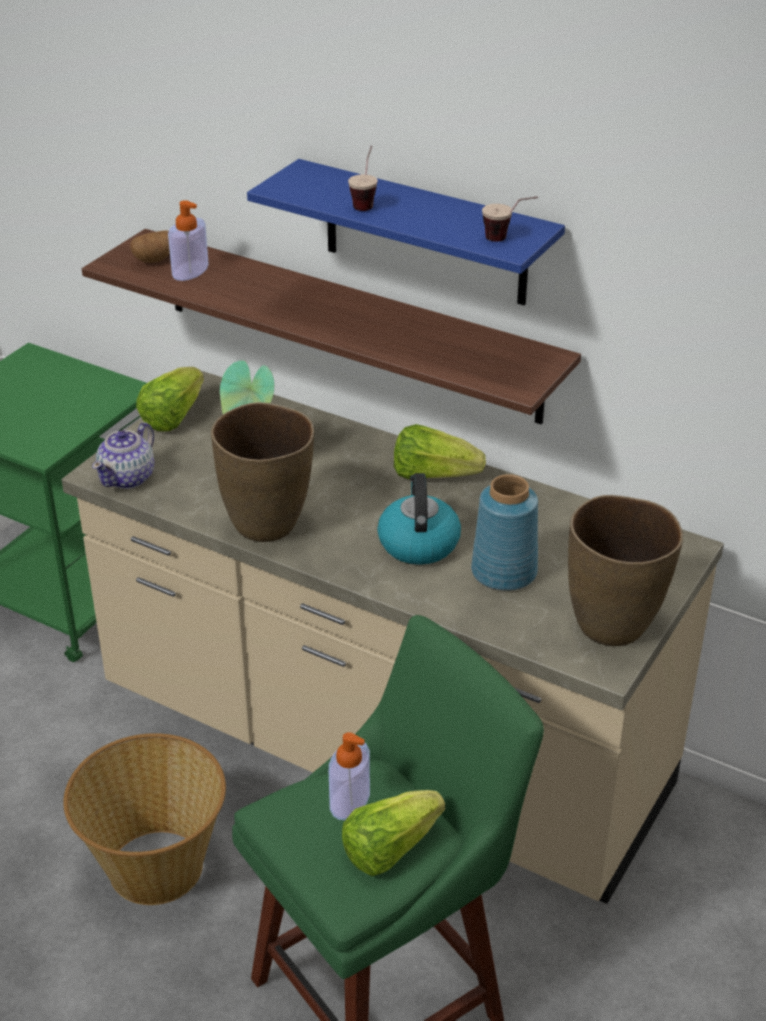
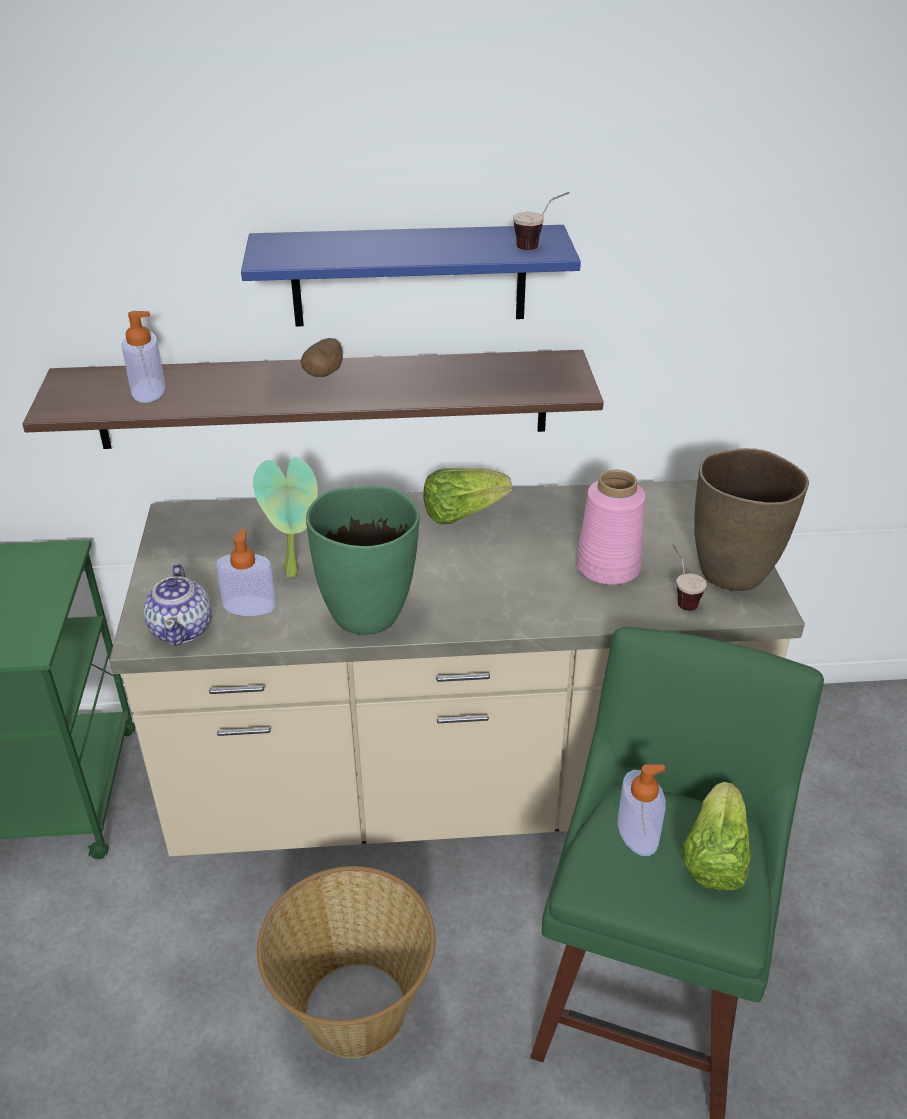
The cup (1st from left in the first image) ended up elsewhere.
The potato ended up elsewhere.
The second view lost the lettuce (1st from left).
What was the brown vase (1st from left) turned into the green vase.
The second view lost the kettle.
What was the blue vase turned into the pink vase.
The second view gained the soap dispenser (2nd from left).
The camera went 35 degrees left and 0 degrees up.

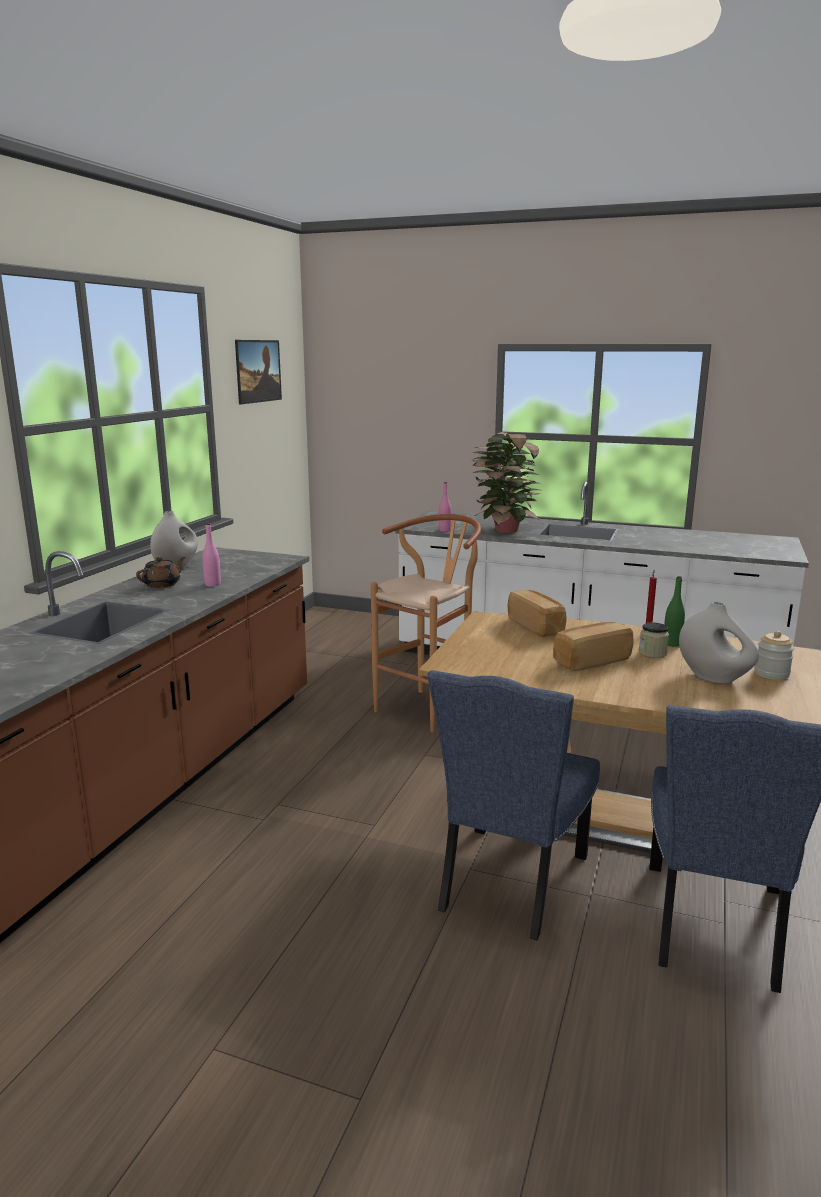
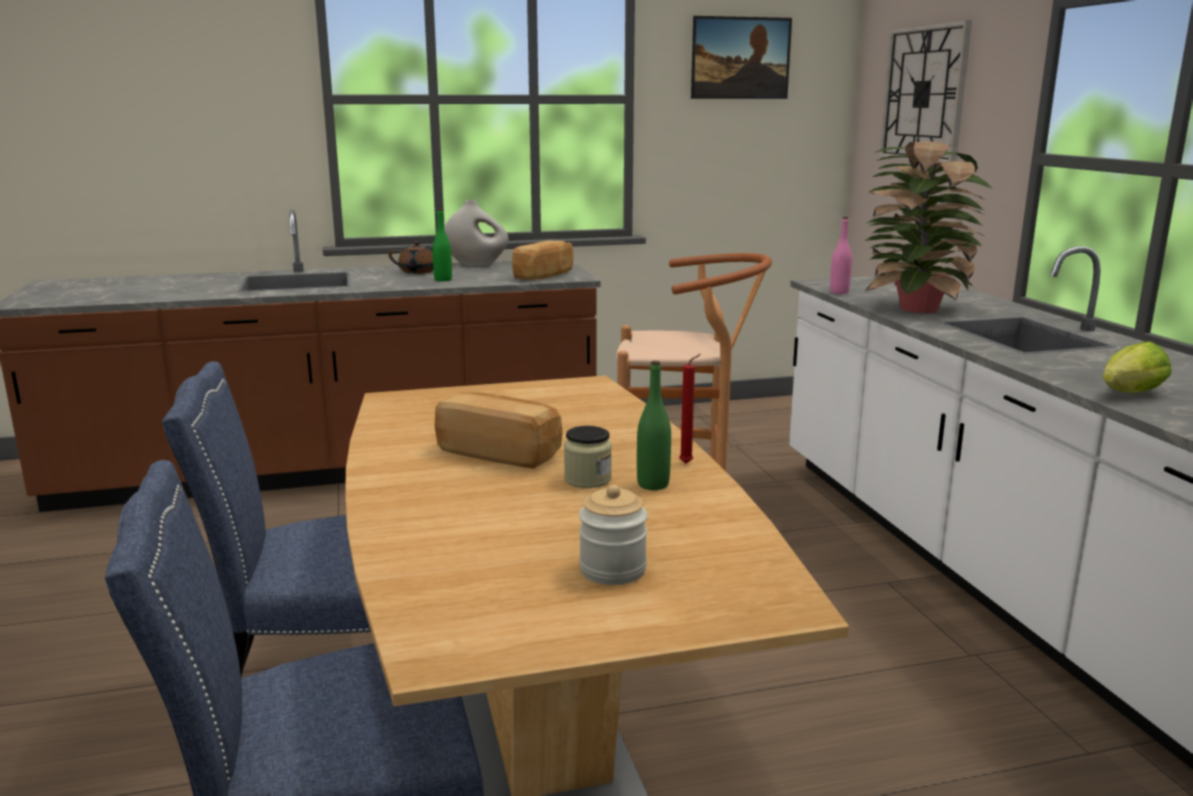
What was the pink bottle (1st from left) turned into the green bottle (1st from left).
The bread (1st from left in the first image) ended up elsewhere.
The second view lost the white vase (2nd from left).
The second view gained the wall clock.
The second view gained the lettuce.
The camera went 55 degrees right and 0 degrees up.

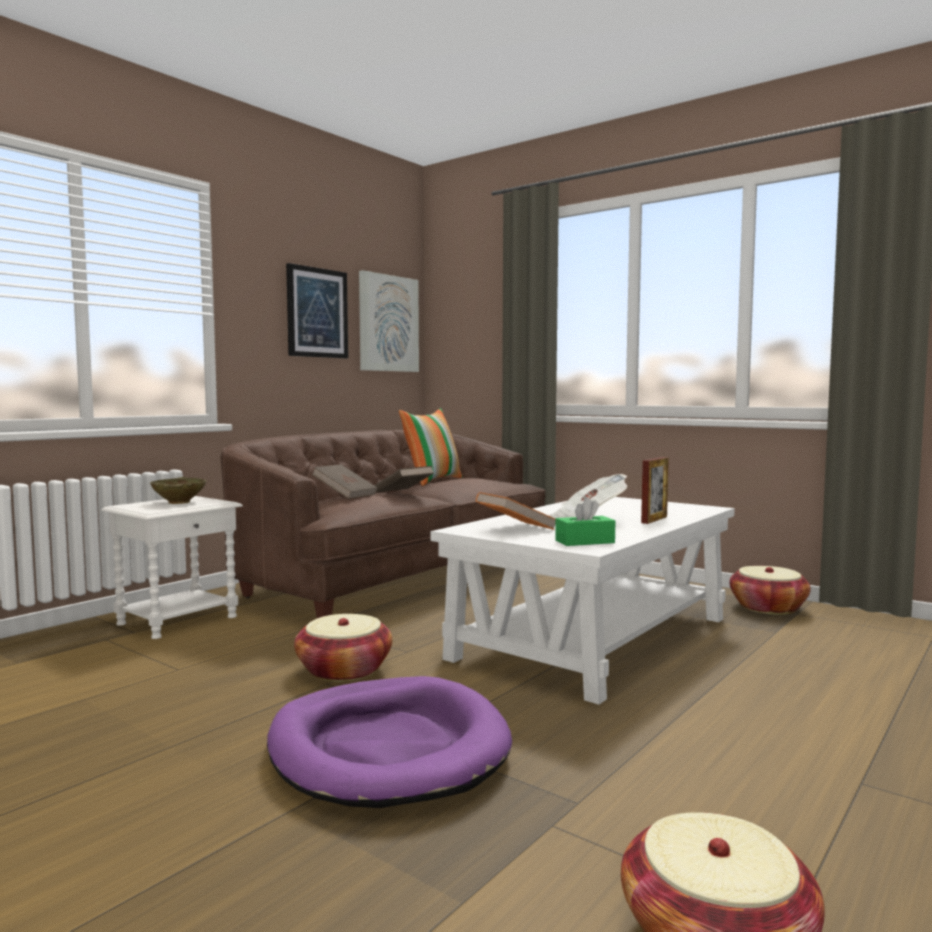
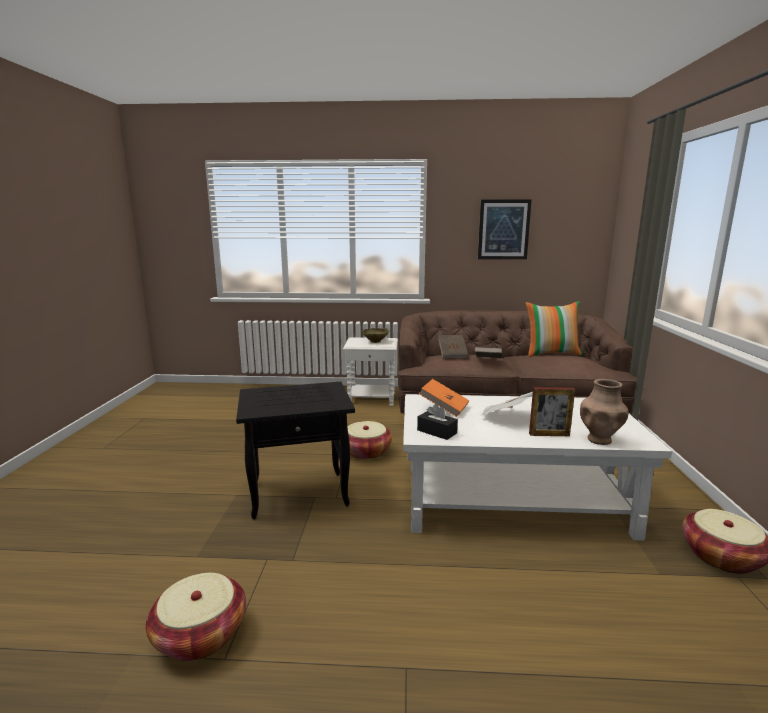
The second view lost the picture (2nd from left).
What was the green tissue box turned into the black tissue box.
Where the purple dog bed stood, the black side table came to stand.
The second view gained the brown vase.
The camera went 55 degrees right and 10 degrees up.

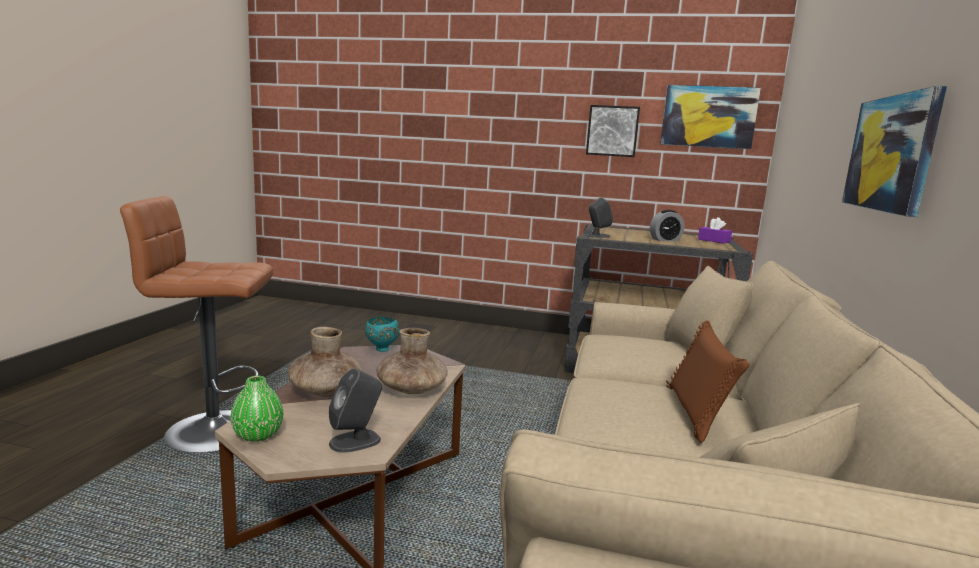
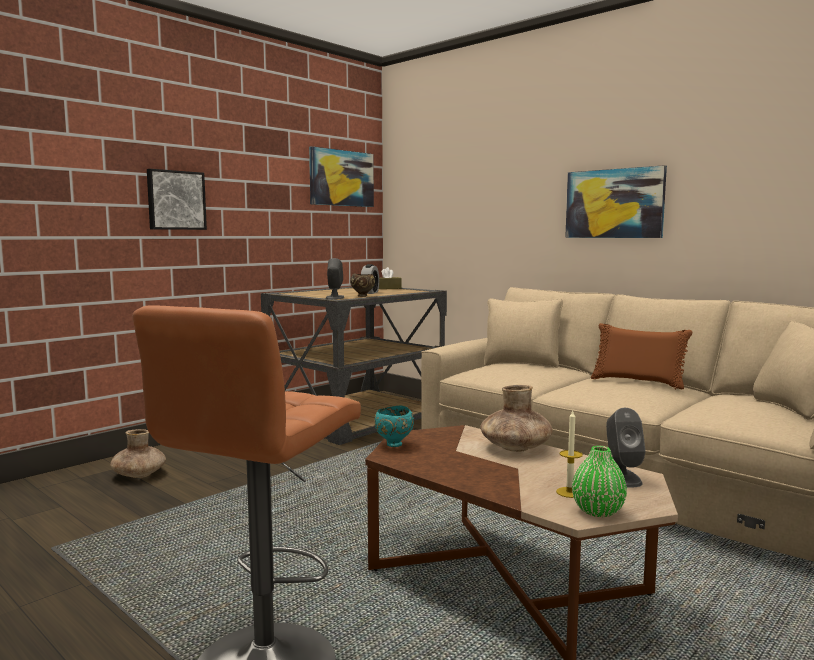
The picture (1st from left) ended up elsewhere.
What was the purple tissue box turned into the brown tissue box.
The brown vase (1st from left) ended up elsewhere.
The second view gained the brown bowl.
The second view gained the candle.
The camera went 60 degrees left and 5 degrees down.

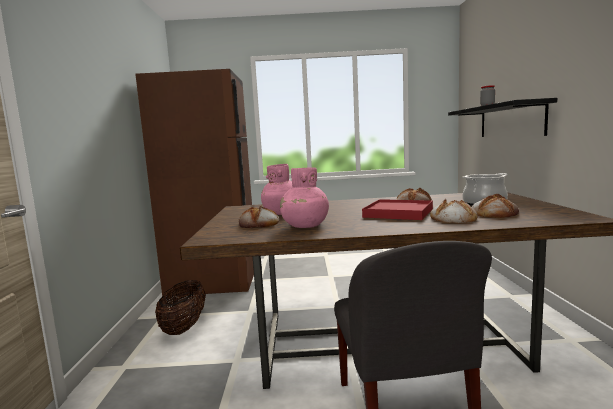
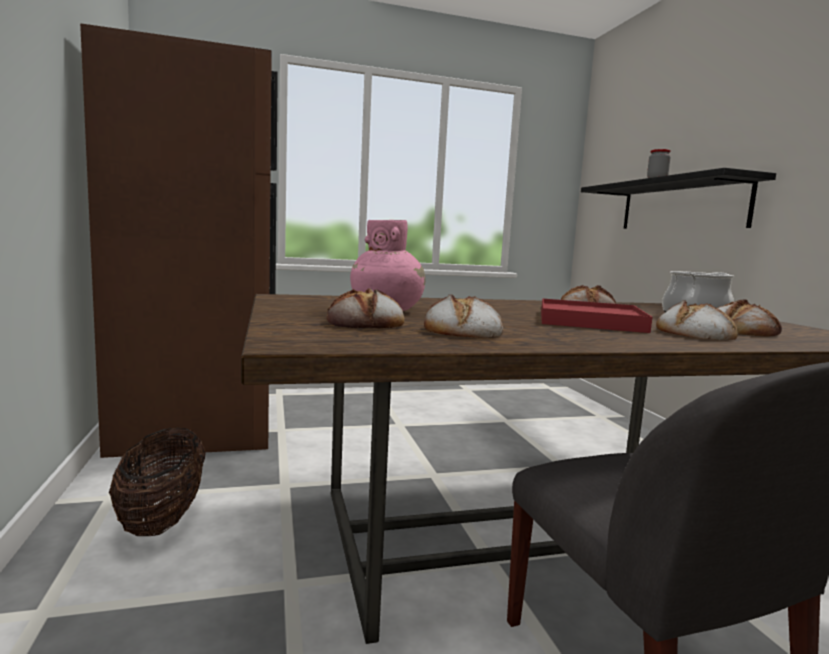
Where the pink vase (2nd from left) stood, the bread (2nd from left) came to stand.
The camera went 15 degrees left and 0 degrees up.

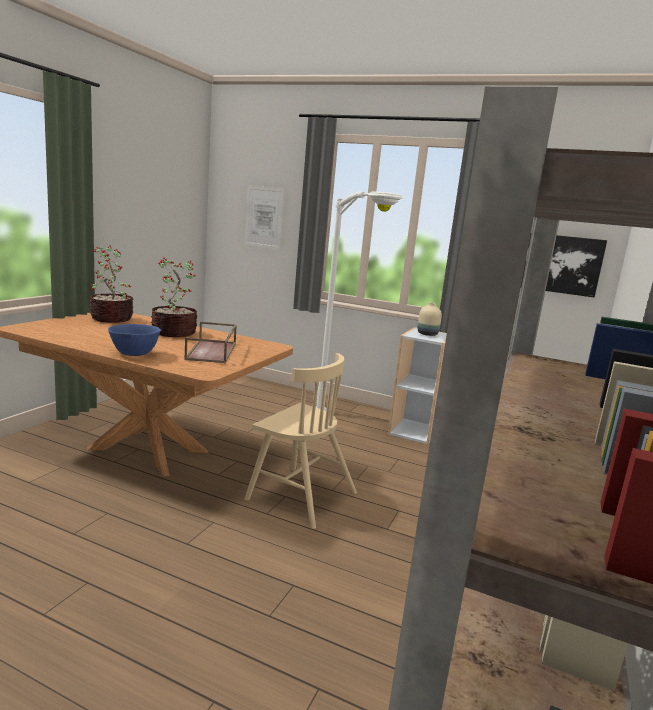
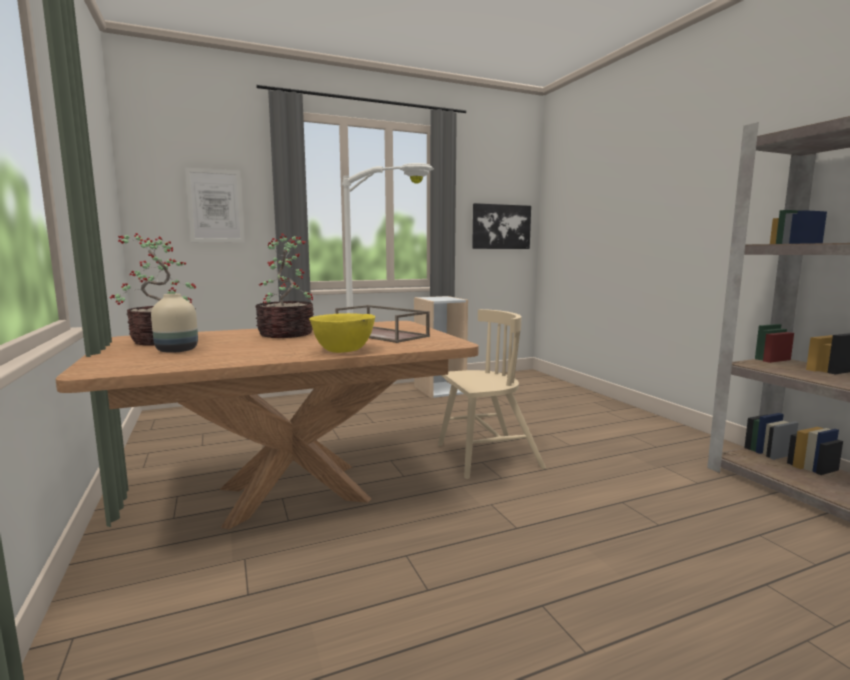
The beige vase ended up elsewhere.
What was the blue bowl turned into the yellow bowl.
The camera went 45 degrees left and 5 degrees down.

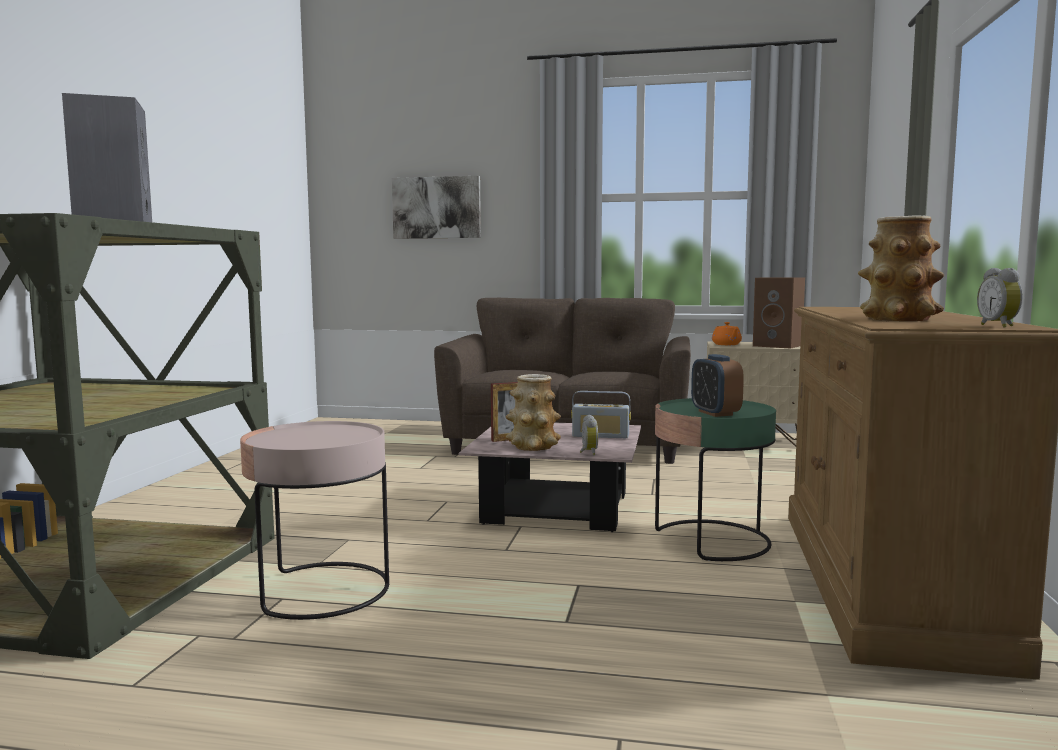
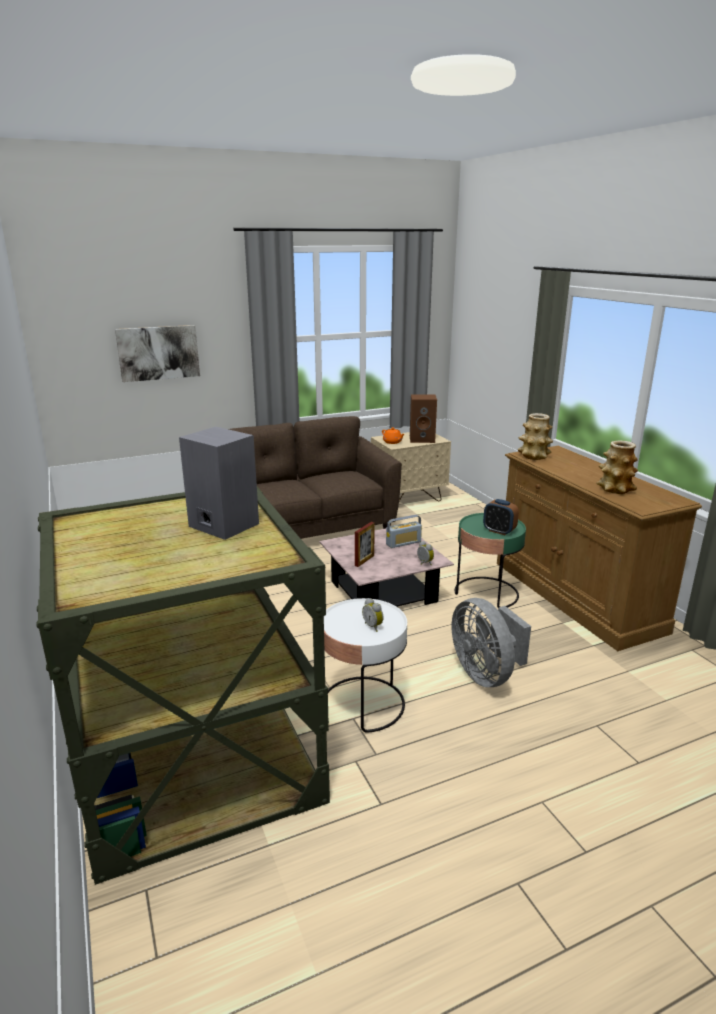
The alarm clock (3rd from left in the first image) ended up elsewhere.
The vase (1st from left) ended up elsewhere.
What was the pink side table turned into the white side table.
The second view gained the grey fan.
The camera went 35 degrees left and 15 degrees up.

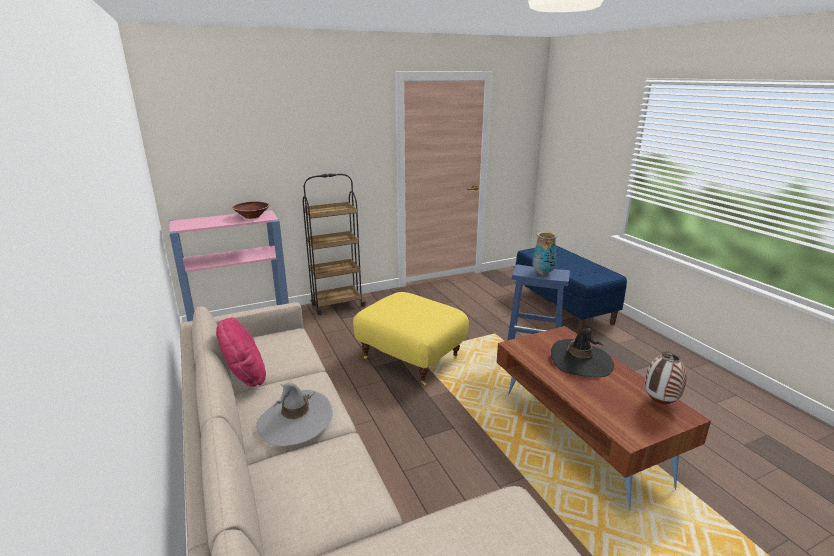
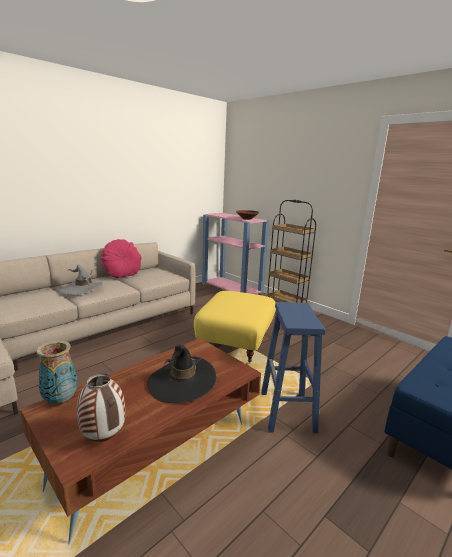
The vase (1st from left) ended up elsewhere.
The camera went 70 degrees right and 5 degrees down.

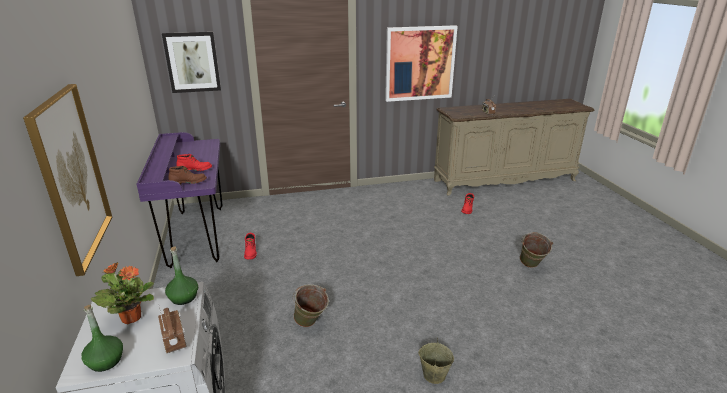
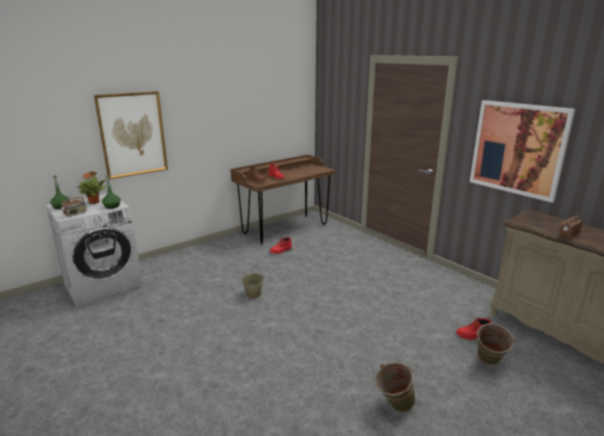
The second view lost the picture (2nd from left).
What was the purple desk turned into the brown desk.
The green bucket (1st from left in the first image) ended up elsewhere.
The beige bucket ended up elsewhere.
The camera went 65 degrees right and 5 degrees down.

